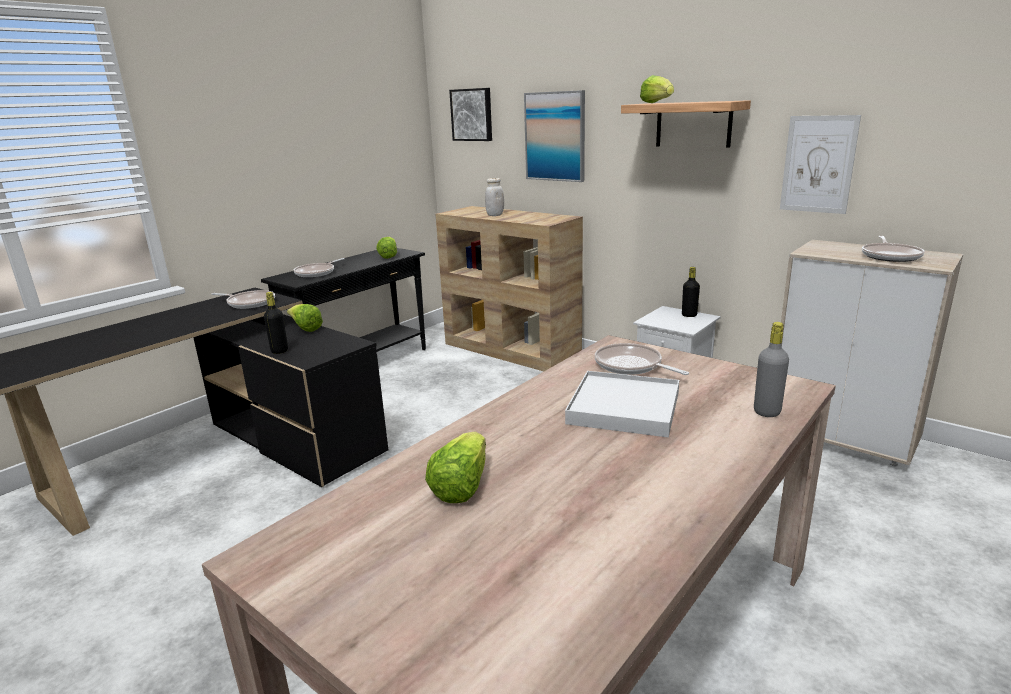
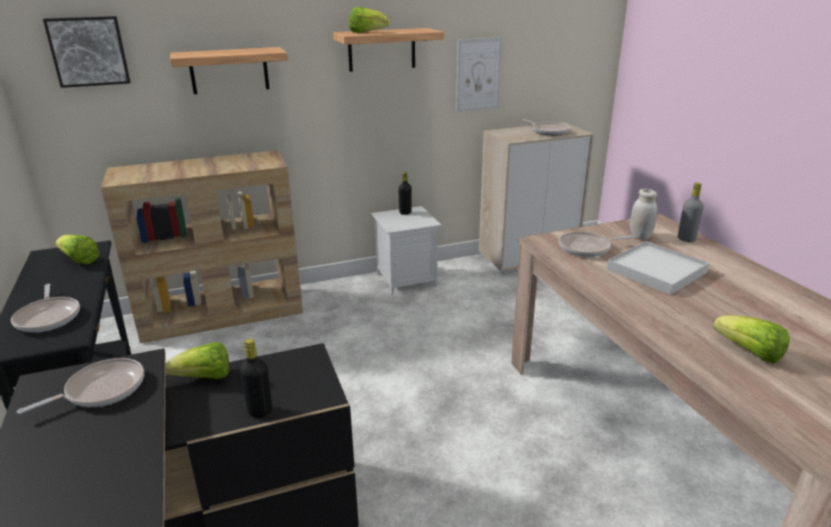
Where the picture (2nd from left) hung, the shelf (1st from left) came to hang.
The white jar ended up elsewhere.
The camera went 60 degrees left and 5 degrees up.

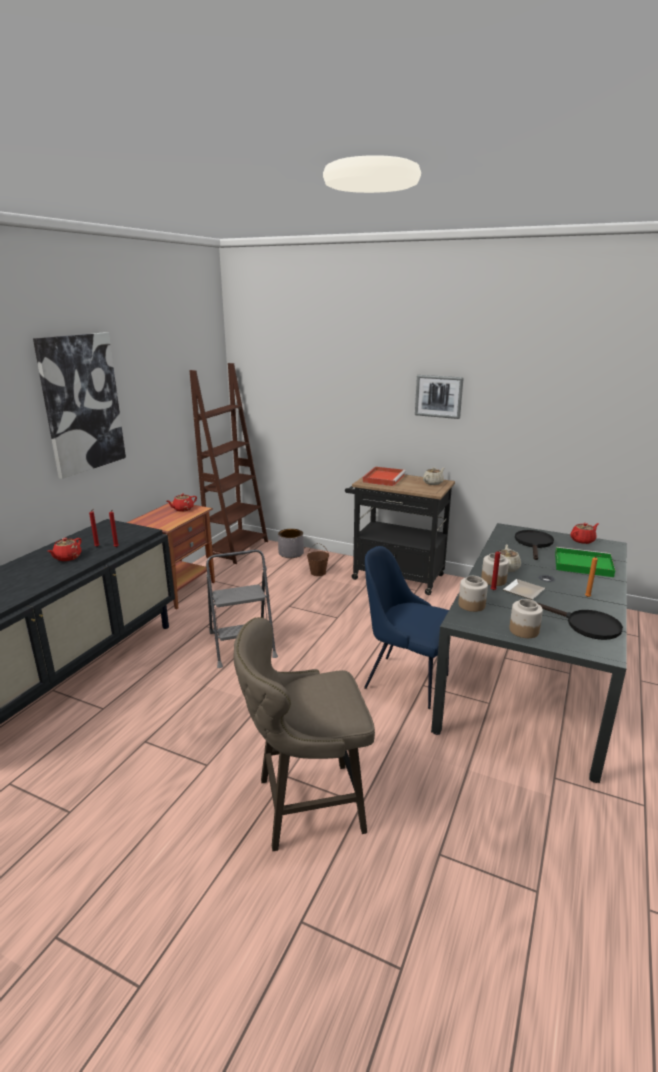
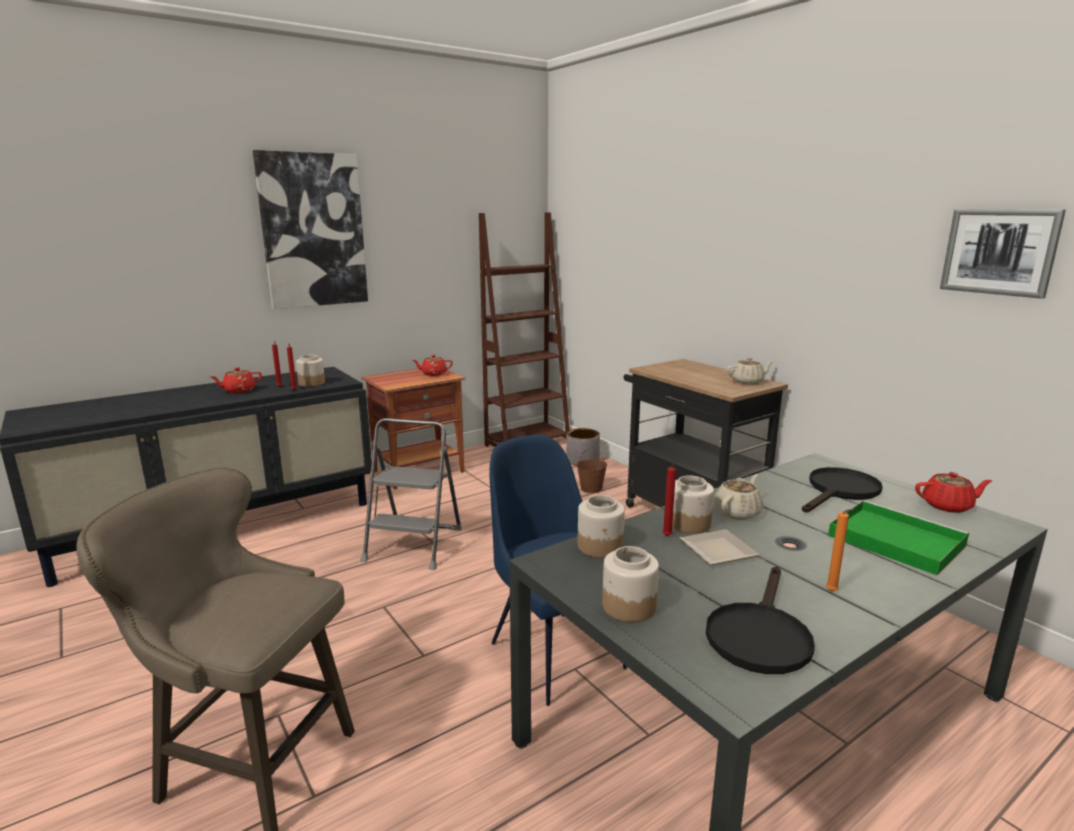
The picture (2nd from left) ended up elsewhere.
The second view lost the red tray.
The black frying pan (2nd from left in the first image) ended up facing another way, 45 degrees clockwise from before.
The second view gained the jar (1st from left).
The camera went 30 degrees right and 5 degrees down.

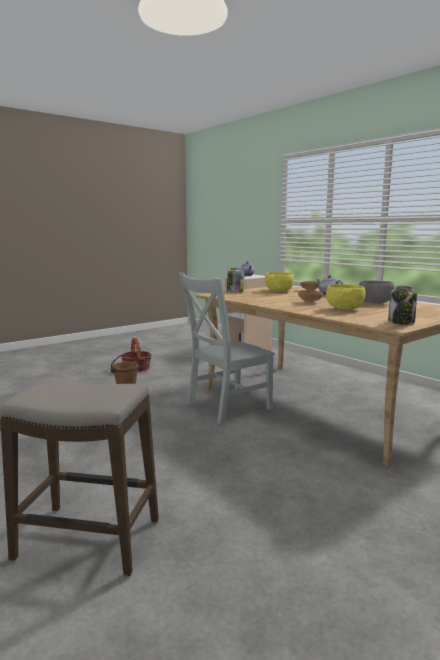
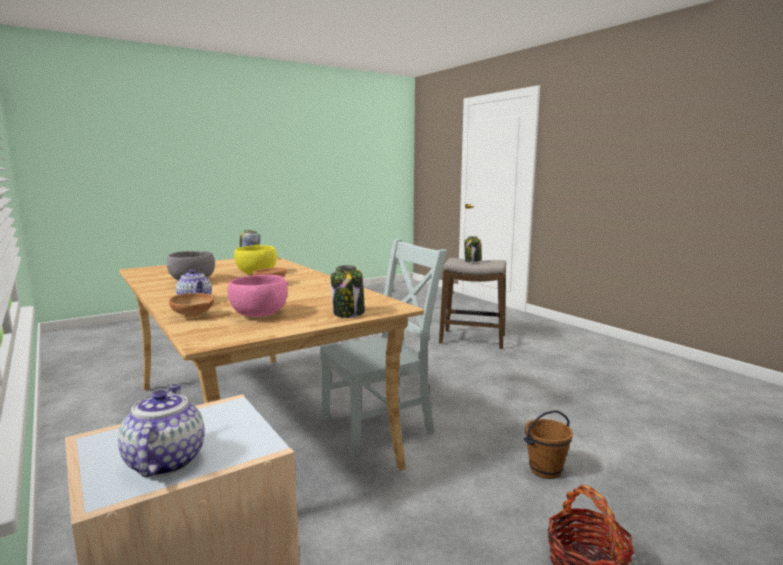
What was the yellow bowl (1st from left) turned into the pink bowl.
The second view gained the jar (3rd from left).
The camera went 175 degrees left and 0 degrees up.

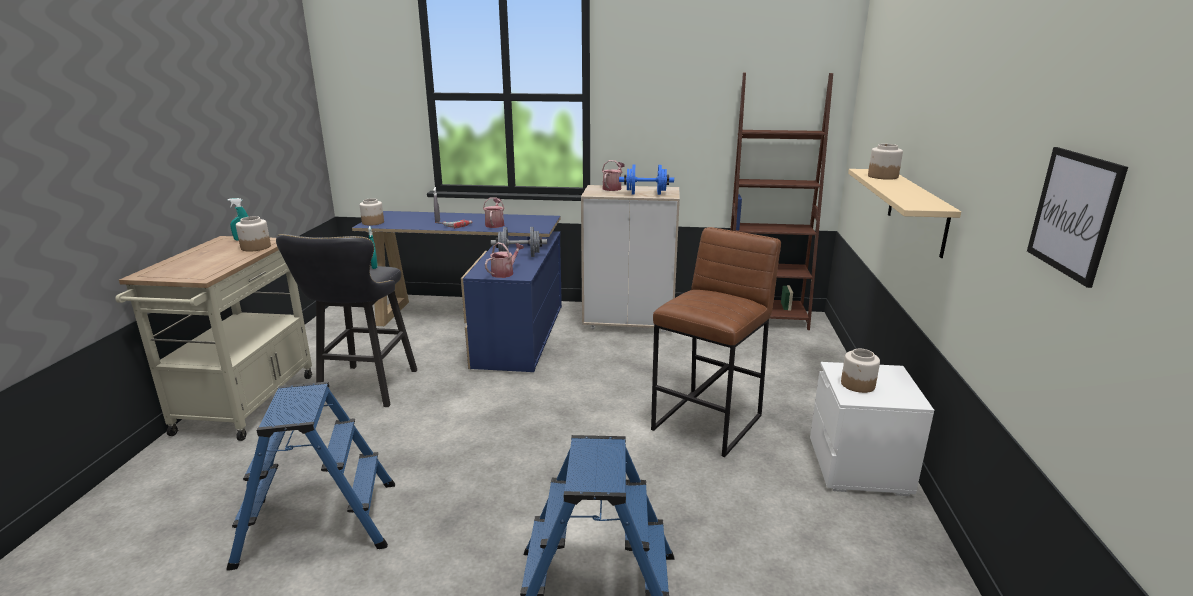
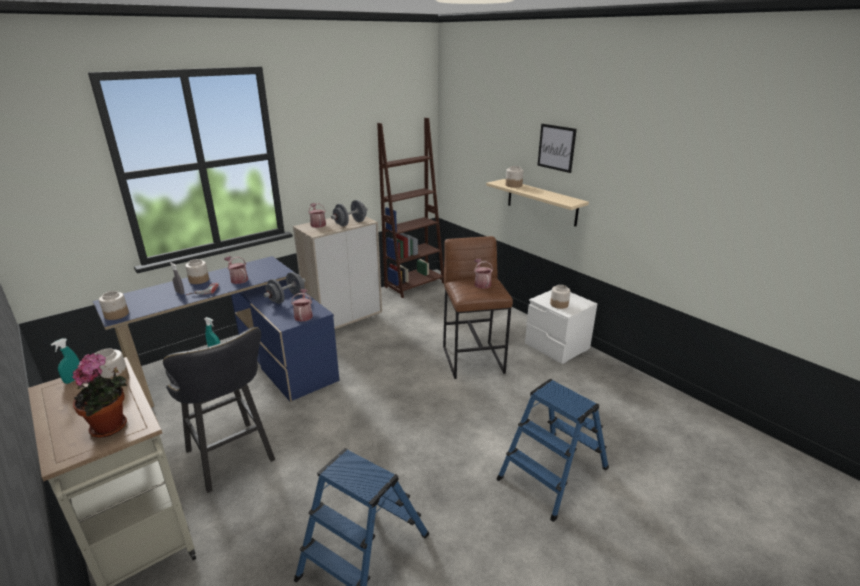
The picture ended up elsewhere.
What was the blue dumbbell turned into the grey dumbbell (2nd from left).
The second view gained the jar (3rd from left).
The second view gained the watering can (4th from left).
The second view gained the potted plant.
The camera went 45 degrees left and 5 degrees up.

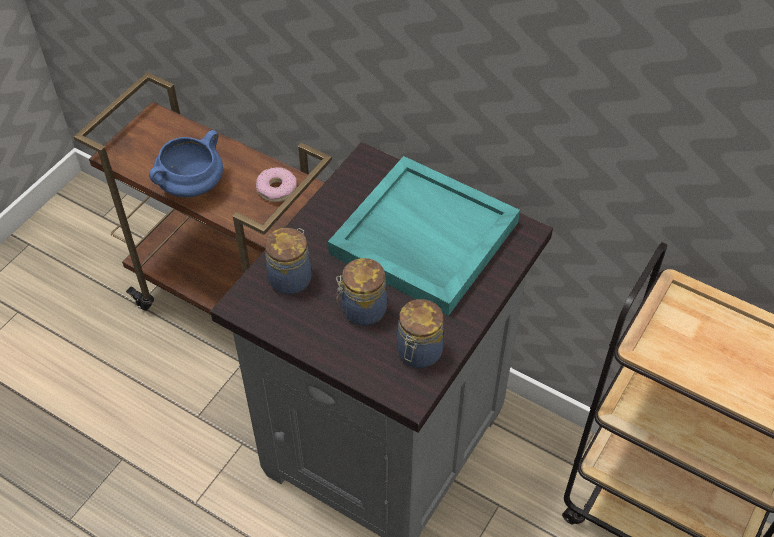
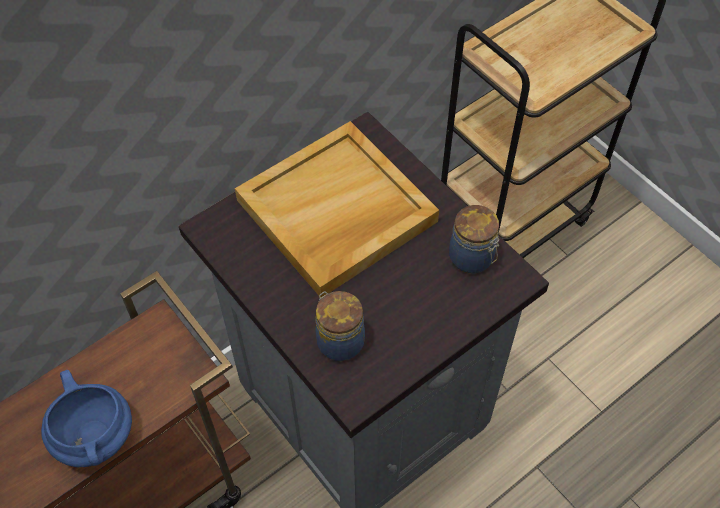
What was the turquoise tray turned into the beige tray.
The second view lost the donut.
The second view lost the jar (2nd from left).
The camera went 70 degrees left and 5 degrees up.

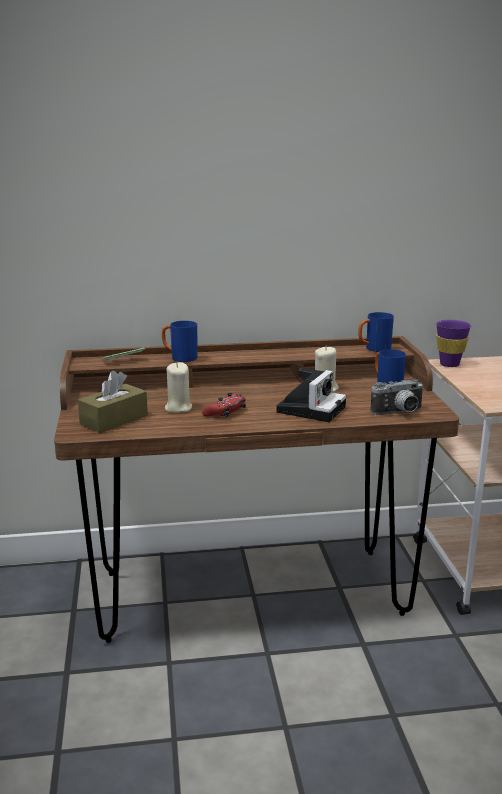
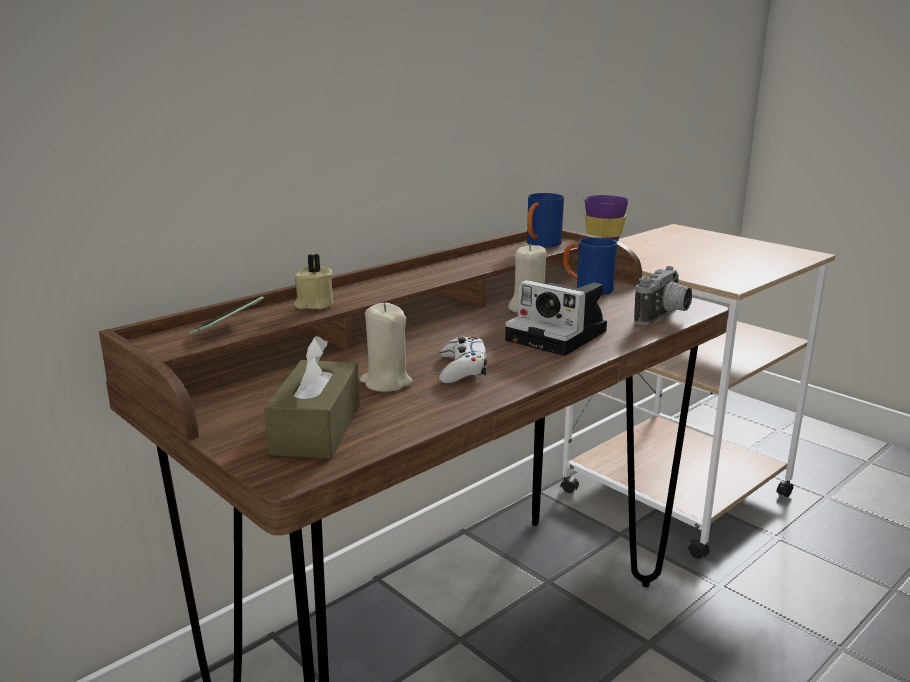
Where the blue mug (1st from left) stood, the beige candle (1st from left) came to stand.
The photo camera (1st from left) ended up facing another way, 135 degrees clockwise from before.
What was the red game controller turned into the white game controller.
The camera went 35 degrees left and 0 degrees up.

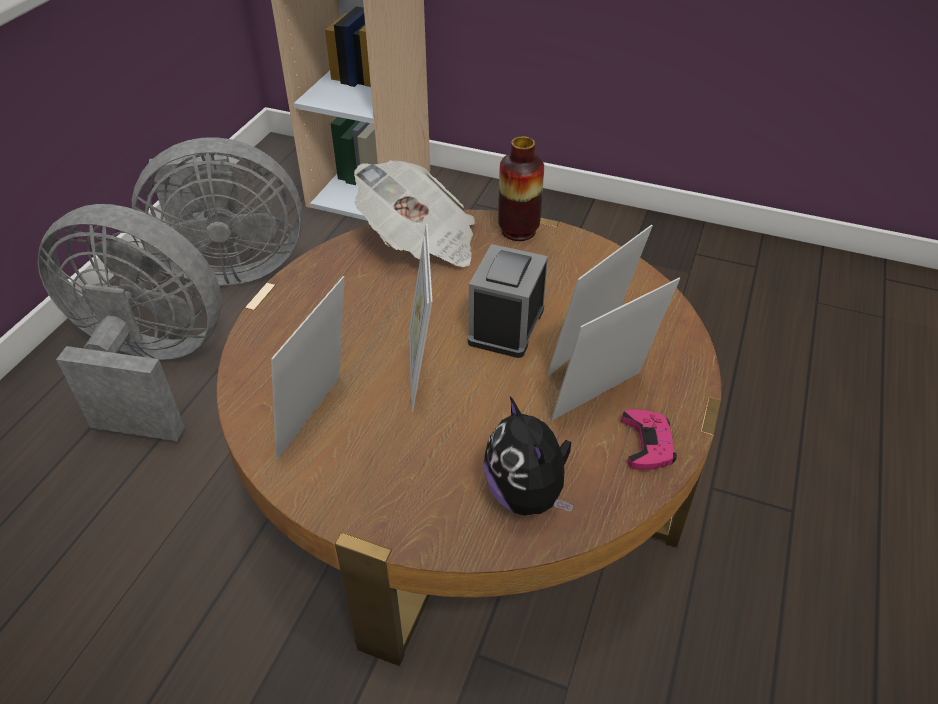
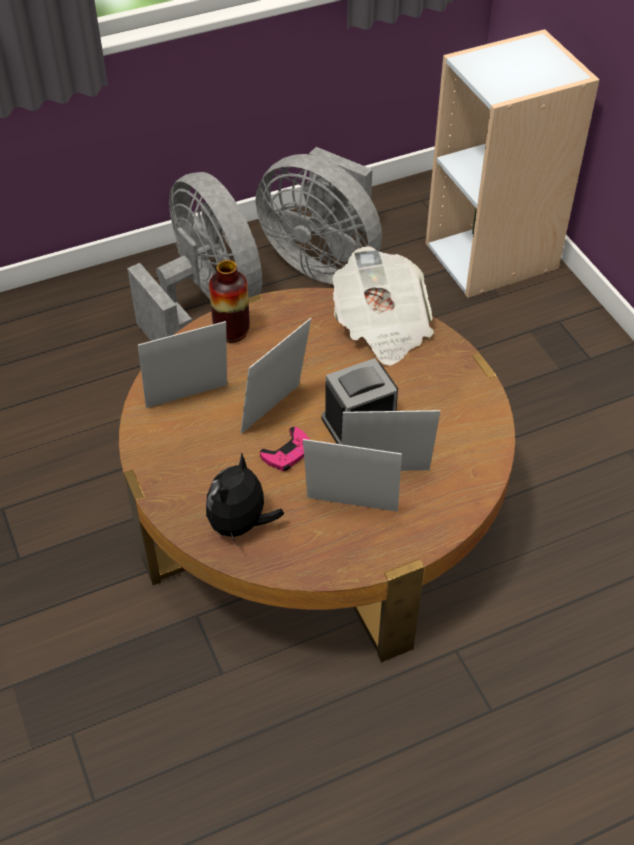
The vase ended up elsewhere.
The pink game controller ended up elsewhere.
The camera went 45 degrees right and 5 degrees up.

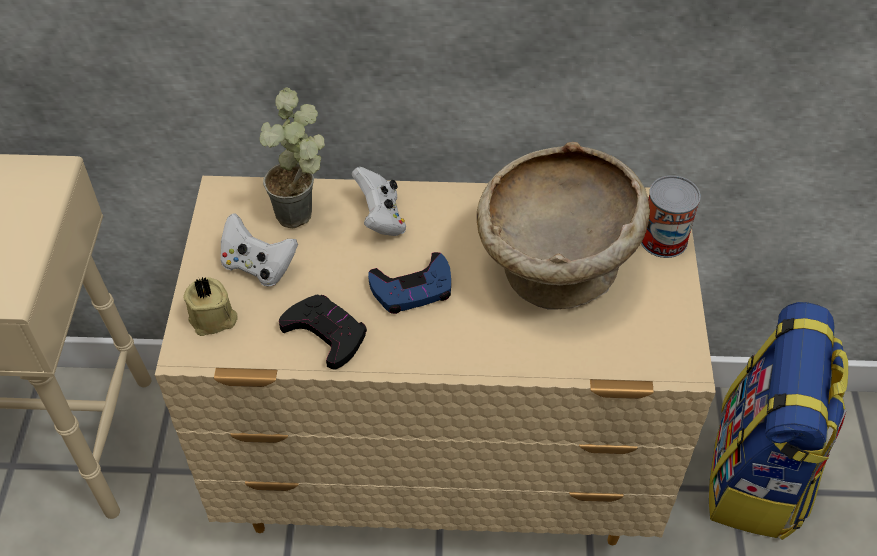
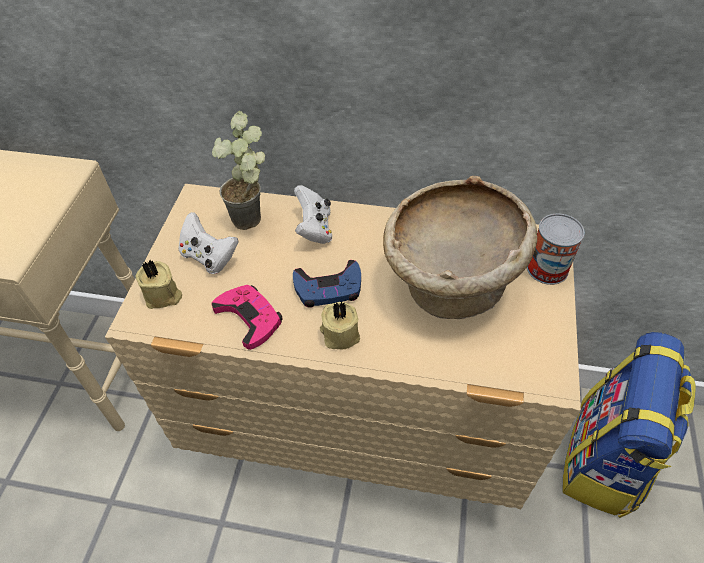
What was the black game controller turned into the pink game controller.
The second view gained the beige candle (2nd from left).
The camera went 10 degrees right and 0 degrees up.

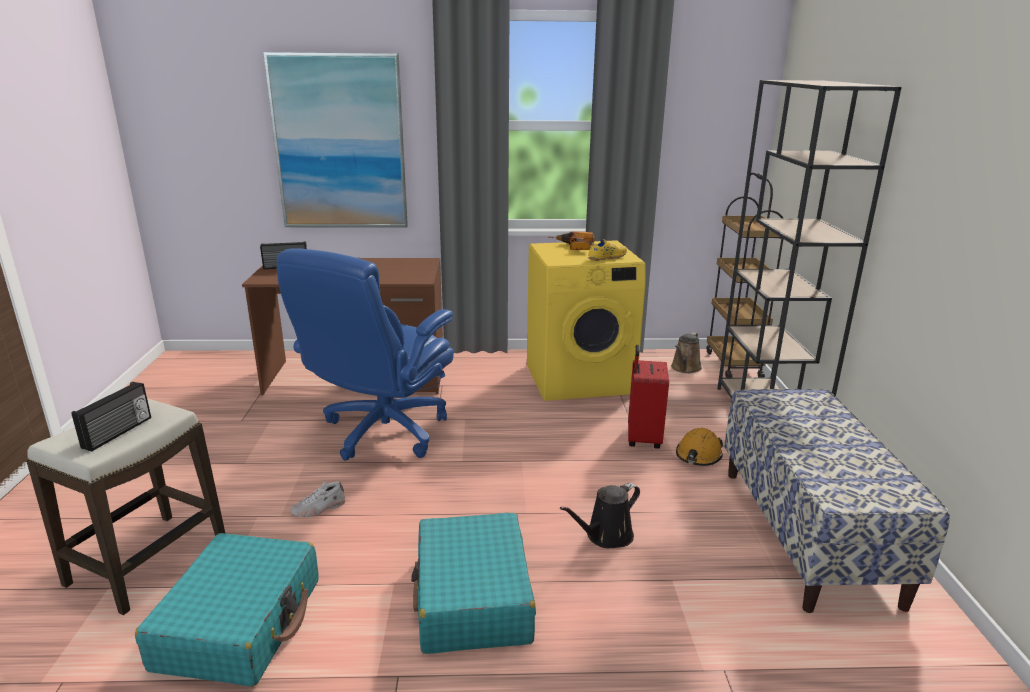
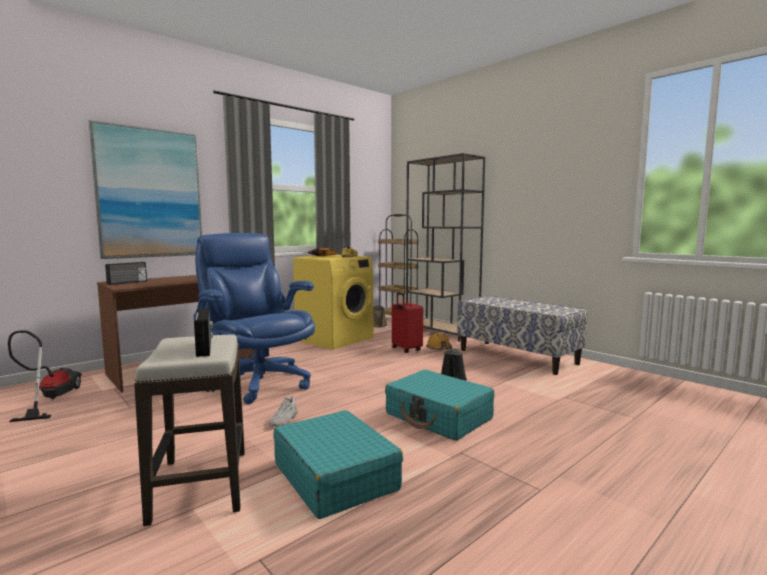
The blue office chair ended up facing another way, 150 degrees clockwise from before.
The second view gained the vacuum cleaner.
The camera went 40 degrees left and 15 degrees down.

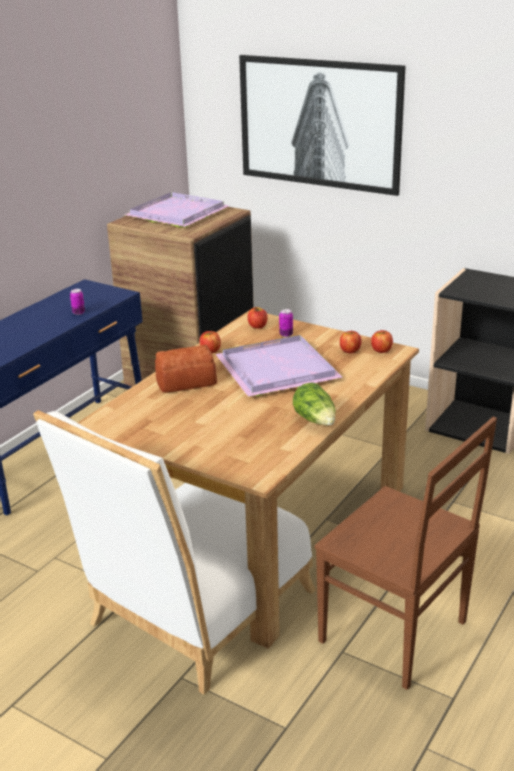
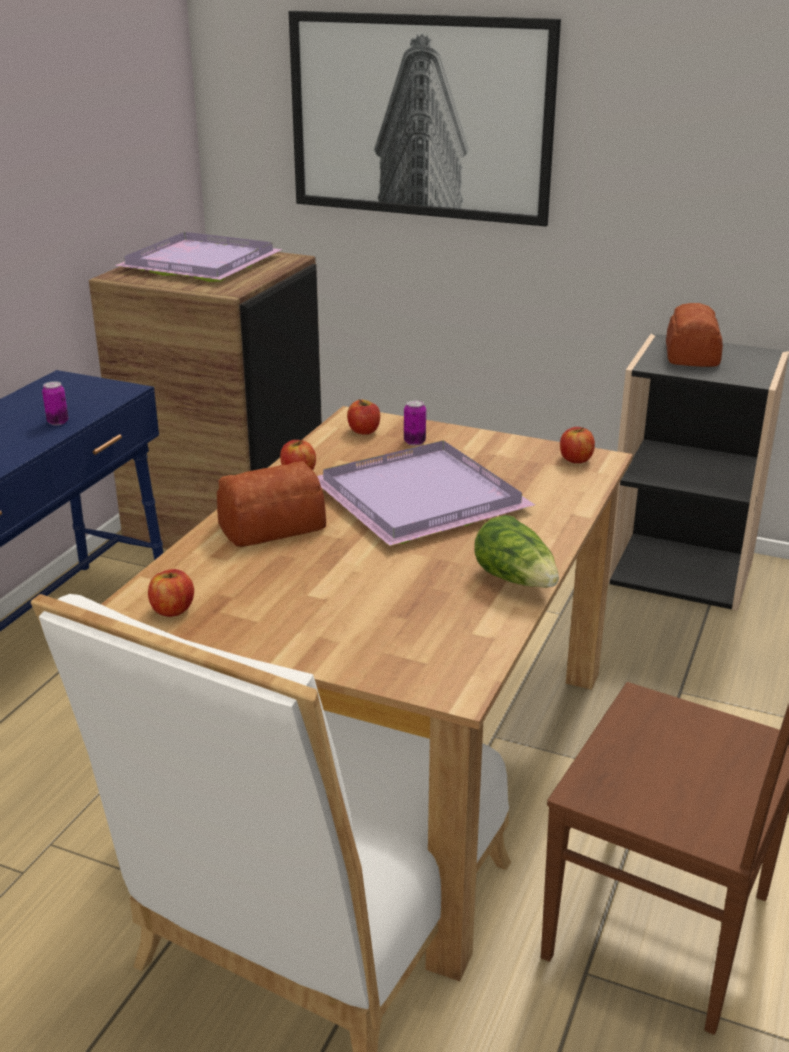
The apple (3rd from left in the first image) ended up elsewhere.
The second view gained the bread (2nd from left).
The camera went 10 degrees left and 0 degrees up.

